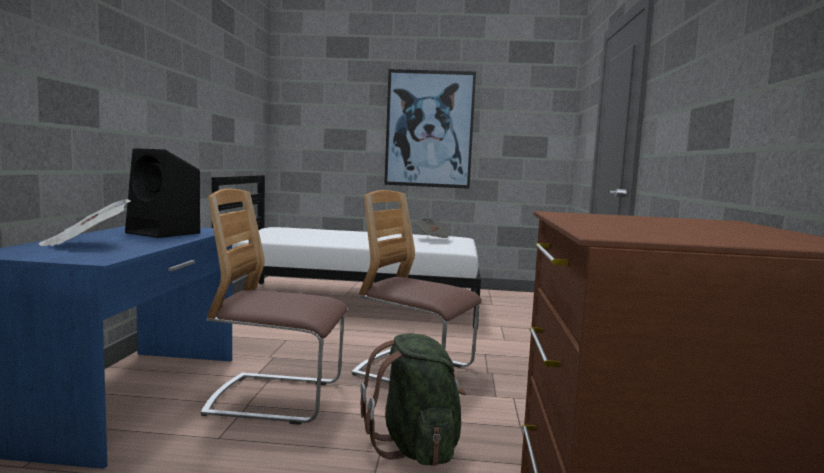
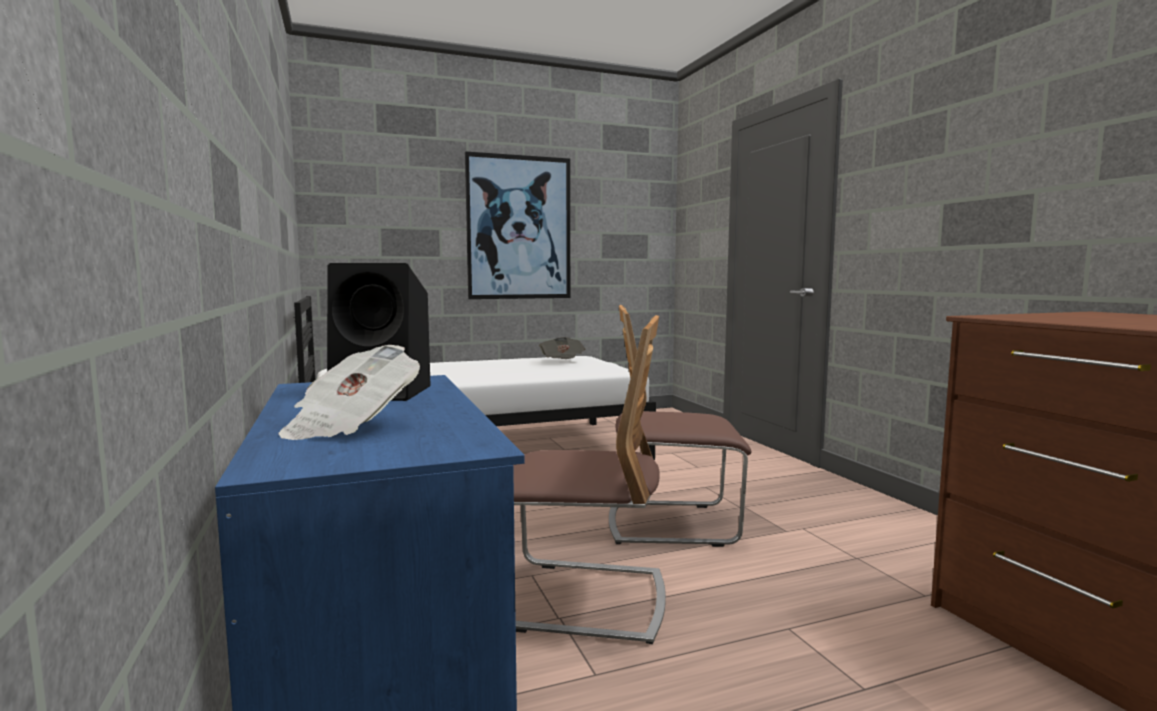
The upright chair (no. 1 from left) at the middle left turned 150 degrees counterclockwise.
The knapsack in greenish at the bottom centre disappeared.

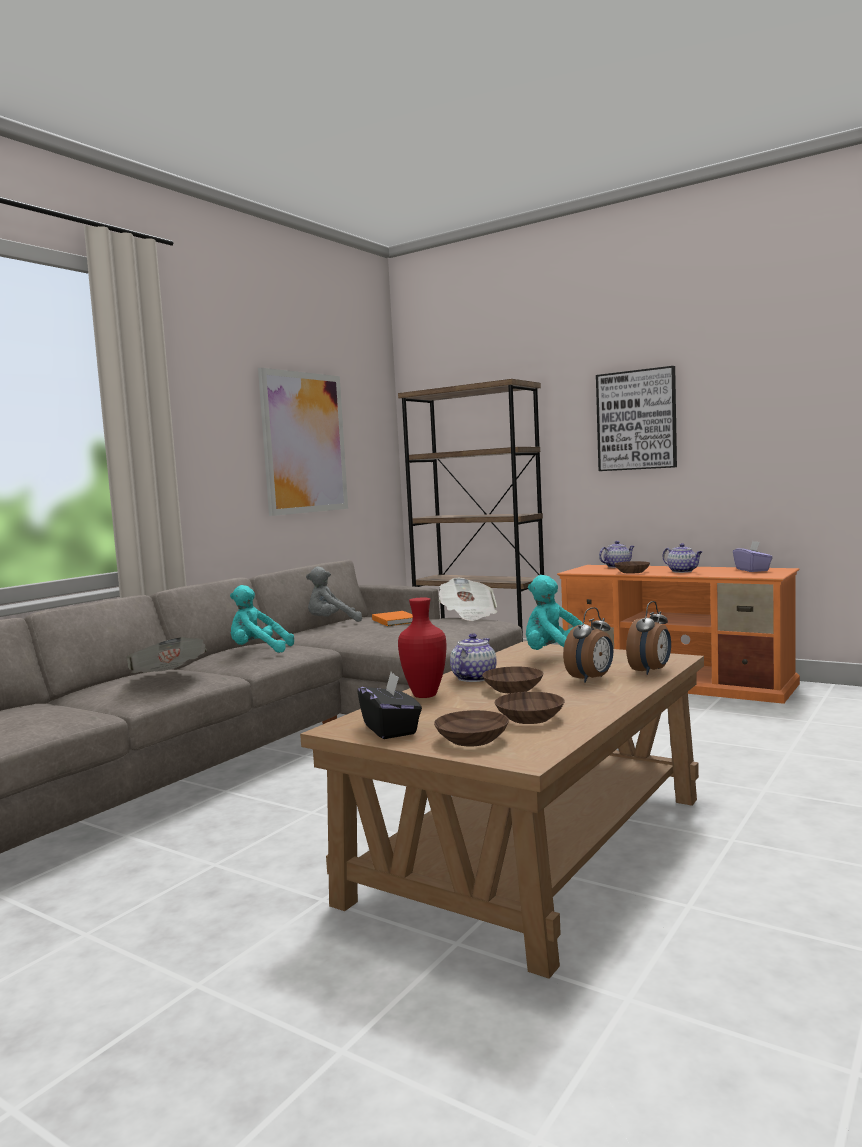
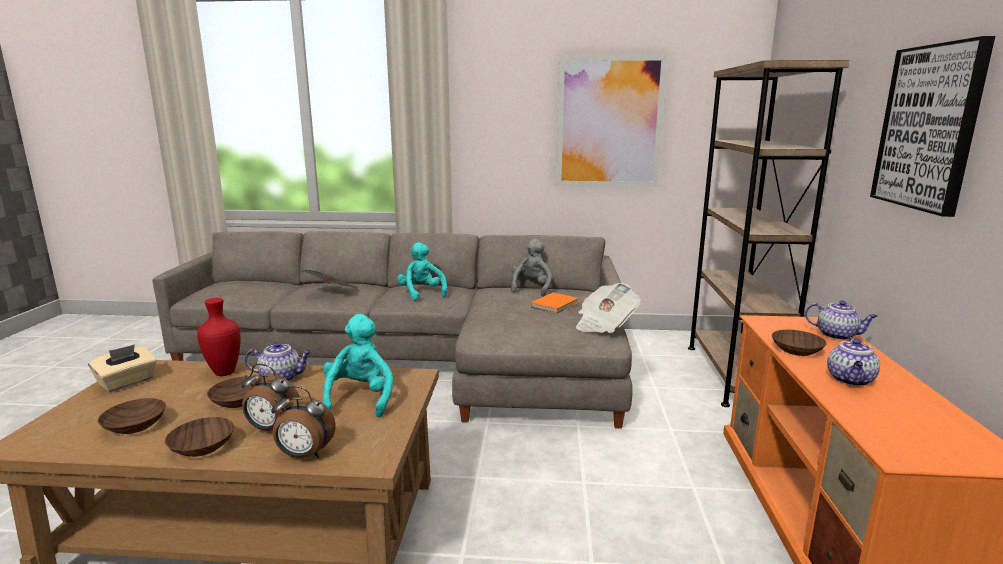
The box of tissues in black at the centre became the box of tissues in beige at the middle left.
The bowl in brown-coloured (no. 1 from left in the first image) moved from the centre to the bottom left.
The cuddly toy in gray at the centre turned 60 degrees clockwise.
The box of tissues in purplish at the middle right disappeared.

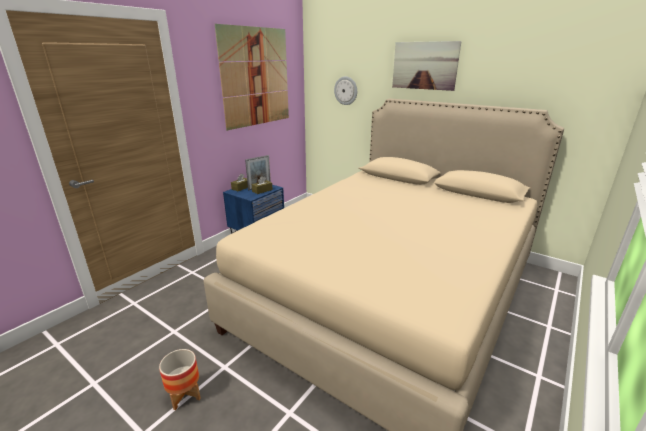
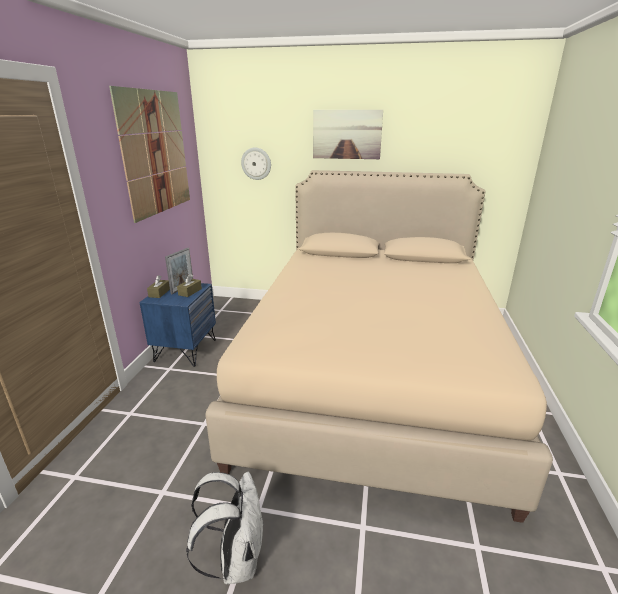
The flower pot at the bottom left was replaced by the knapsack in white-coloured at the bottom centre.

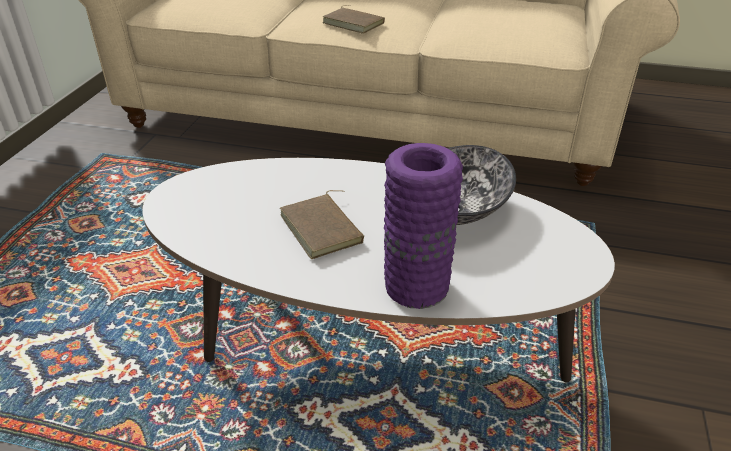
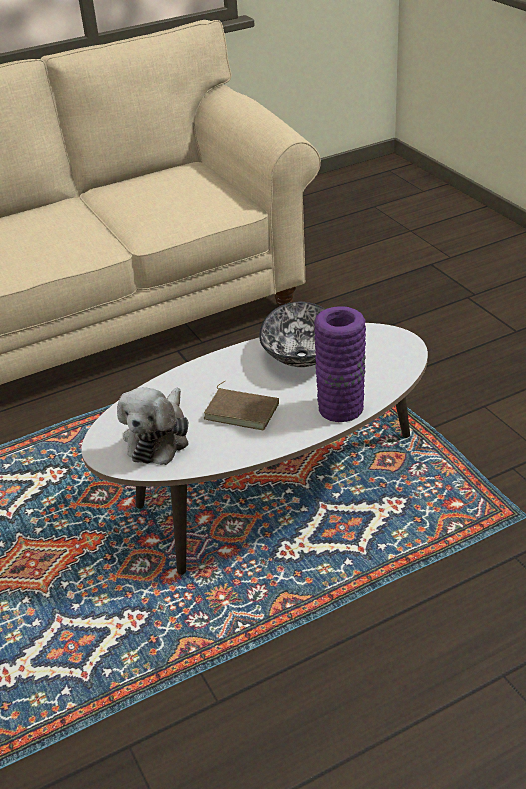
The cuddly toy at the middle left appeared.
The volume in brown-coloured (no. 2 from left) at the top centre disappeared.

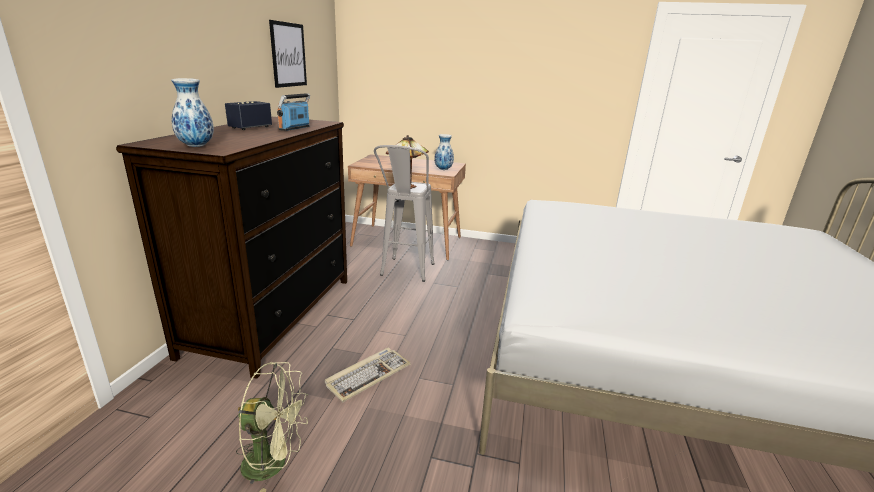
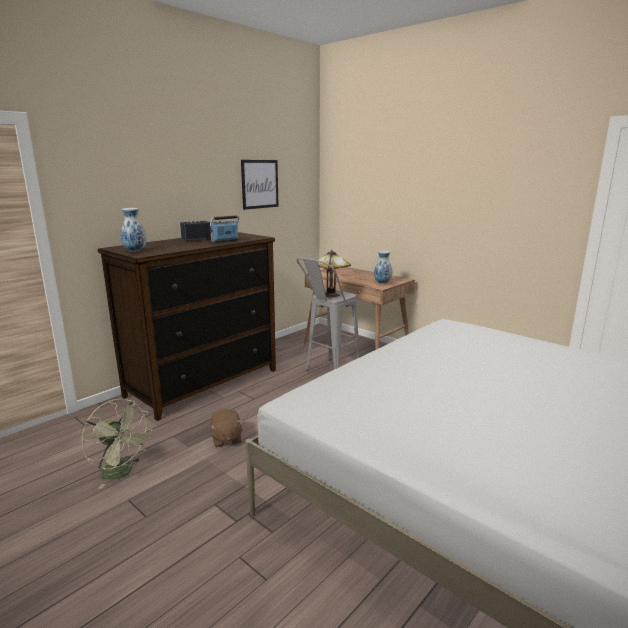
The PC keyboard at the bottom centre was replaced by the cuddly toy in brown-coloured at the bottom centre.

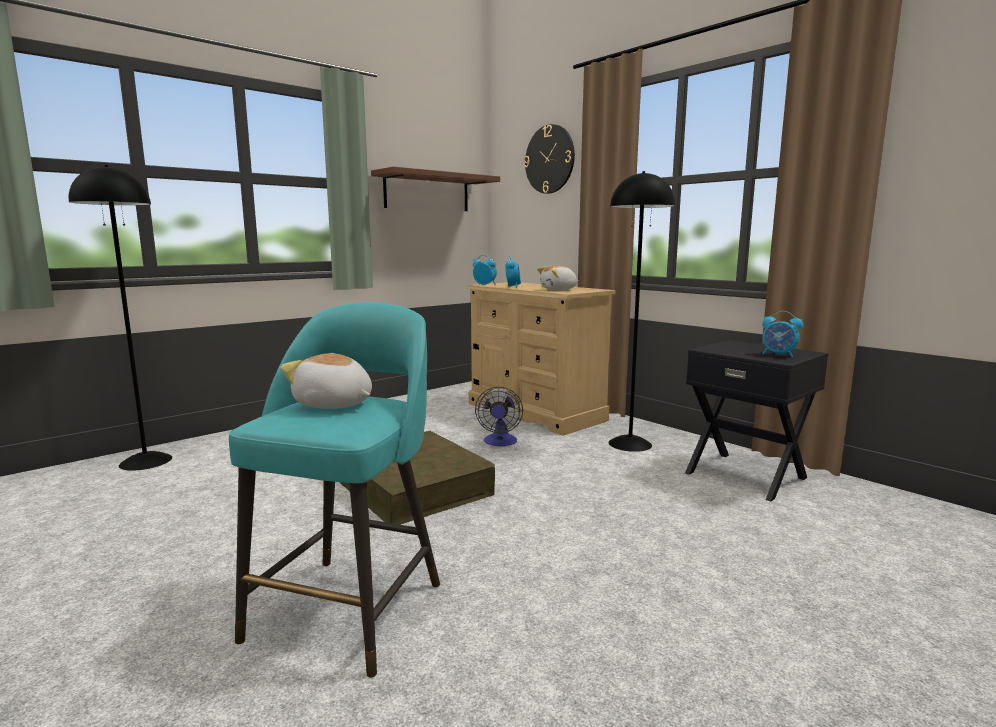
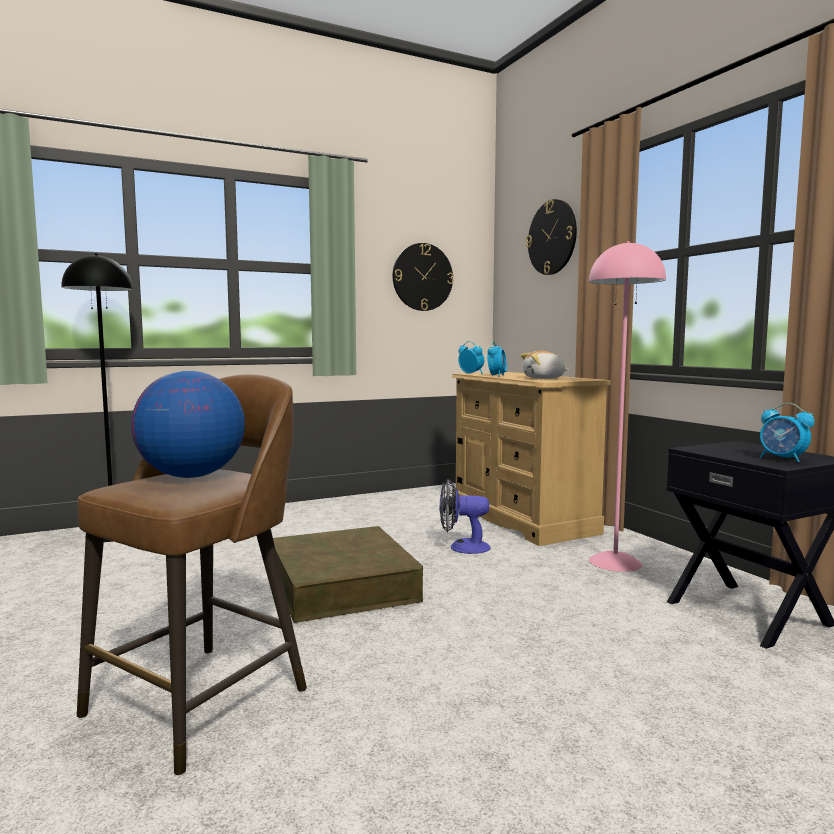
The sitting stool in turquoise-coloured at the bottom centre became the sitting stool in brown-coloured at the bottom left.
The cuddly toy (no. 1 from left) at the middle left was replaced by the world globe at the middle left.
The bracket shelf in brown-coloured at the top centre was replaced by the clock on the wall (no. 1 from left) at the top centre.
The fan at the centre turned 75 degrees clockwise.
The standing lamp in black (no. 2 from left) at the centre became the standing lamp in pink-coloured at the middle right.

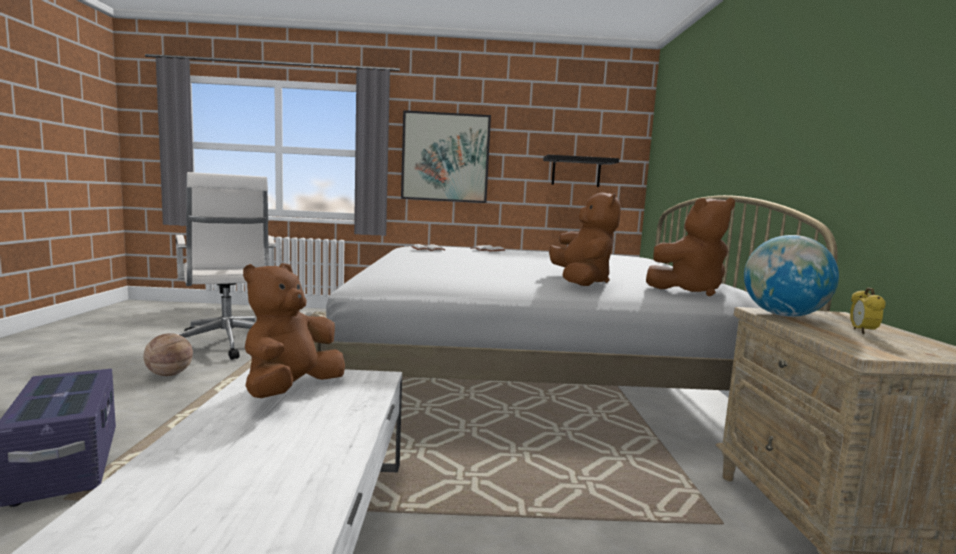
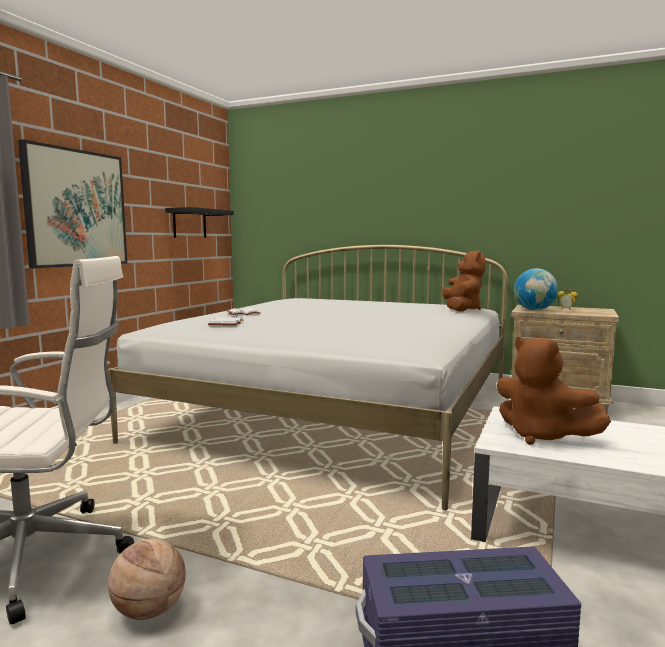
The cuddly toy in brown-coloured (no. 2 from left) at the centre disappeared.

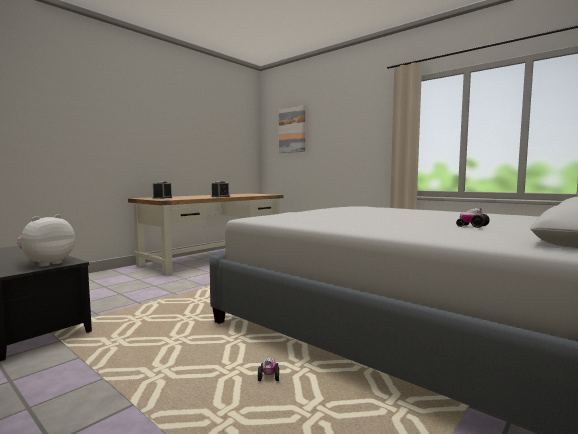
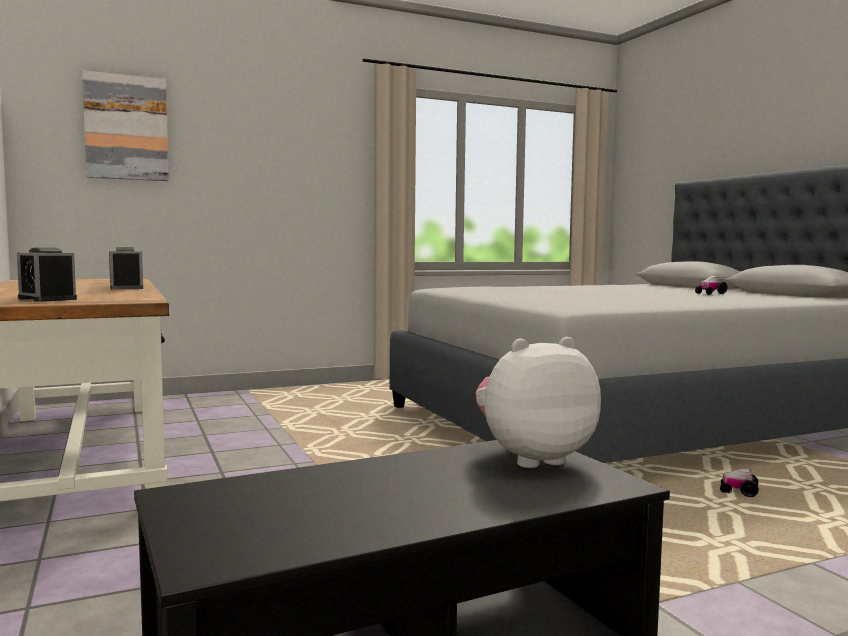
The cuddly toy at the middle left turned 105 degrees clockwise.

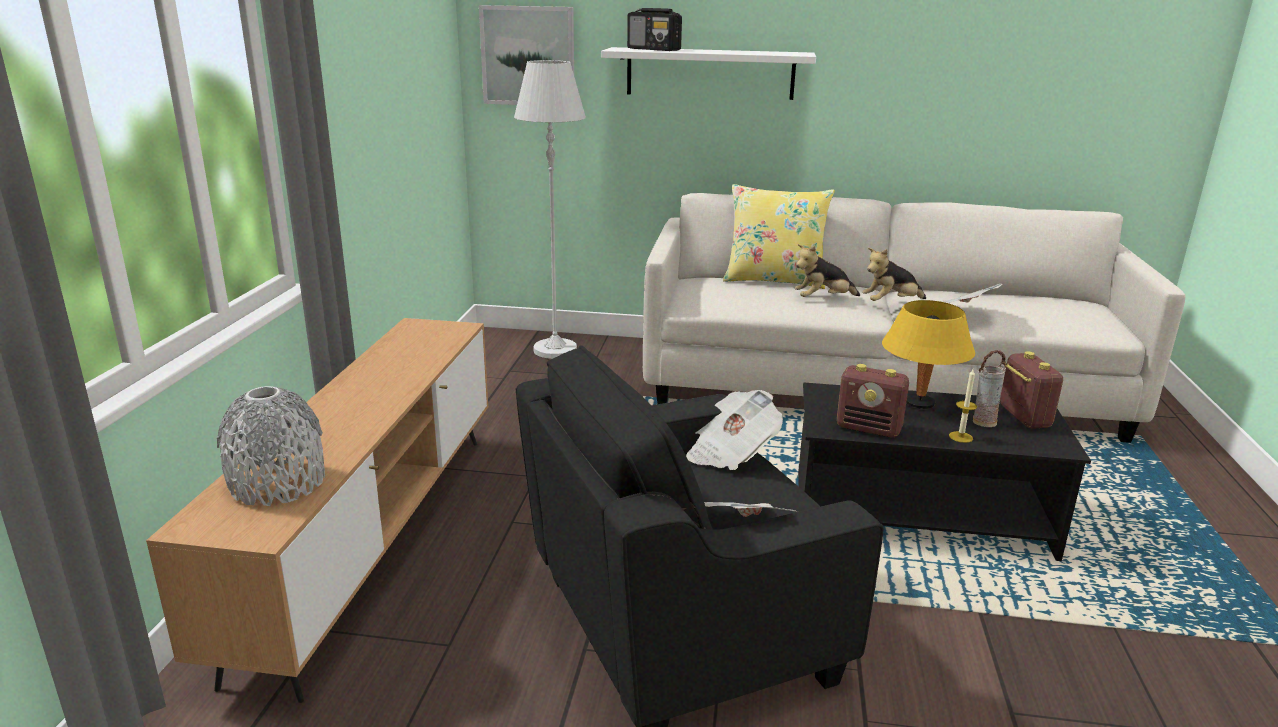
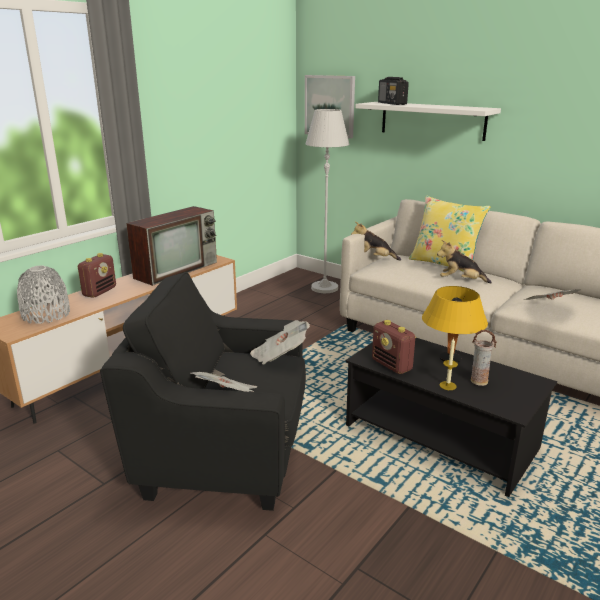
The radio receiver (no. 3 from left in the first image) moved from the middle right to the middle left.
The television at the middle left appeared.
The cuddly toy (no. 2 from left in the first image) moved from the middle right to the centre.

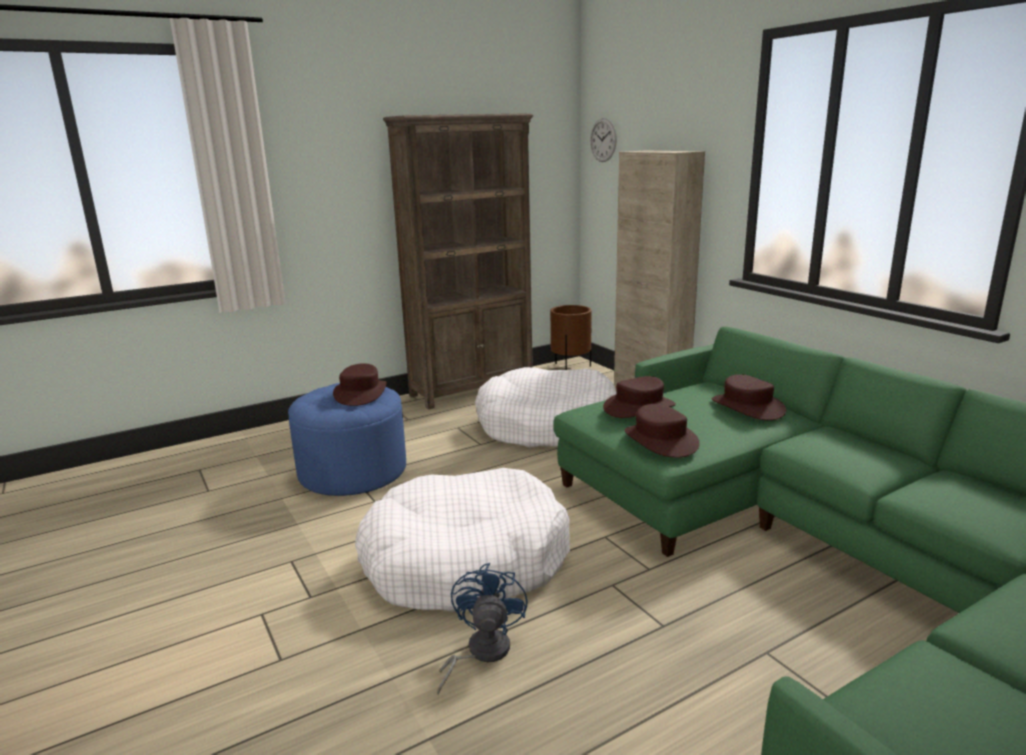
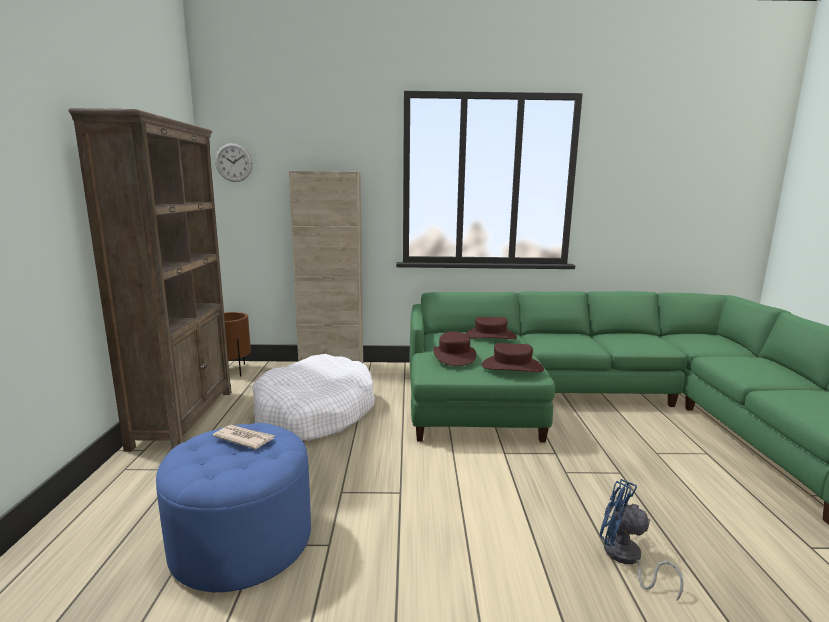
The clothing hat in brown-coloured (no. 1 from left) at the centre was replaced by the newspaper at the bottom left.
The pet bed in white-coloured (no. 1 from left) at the bottom centre disappeared.

